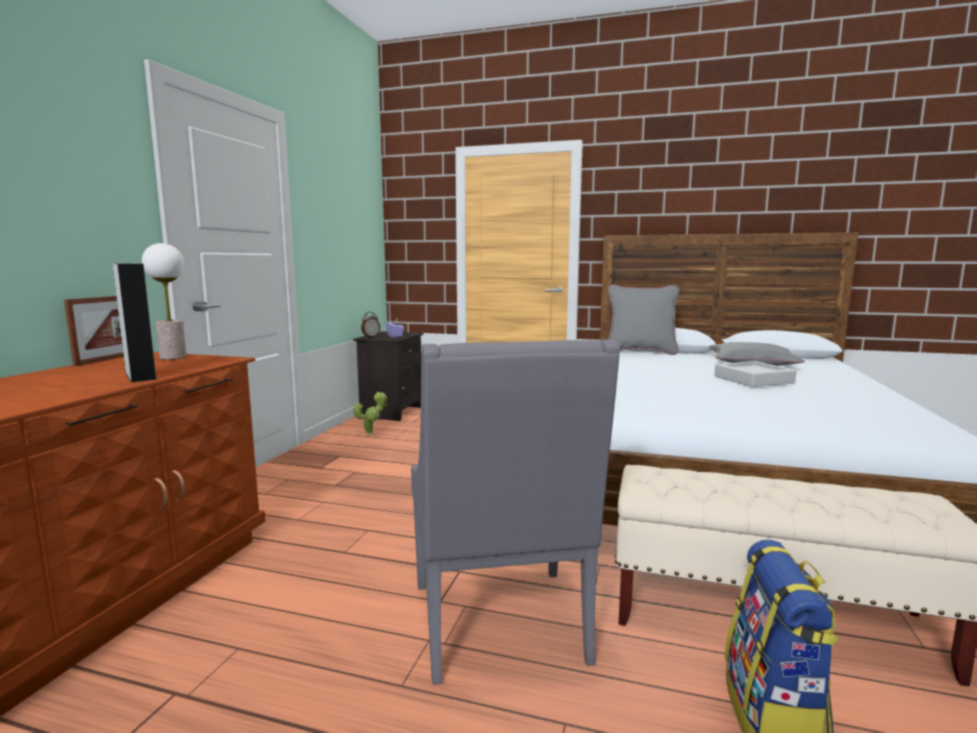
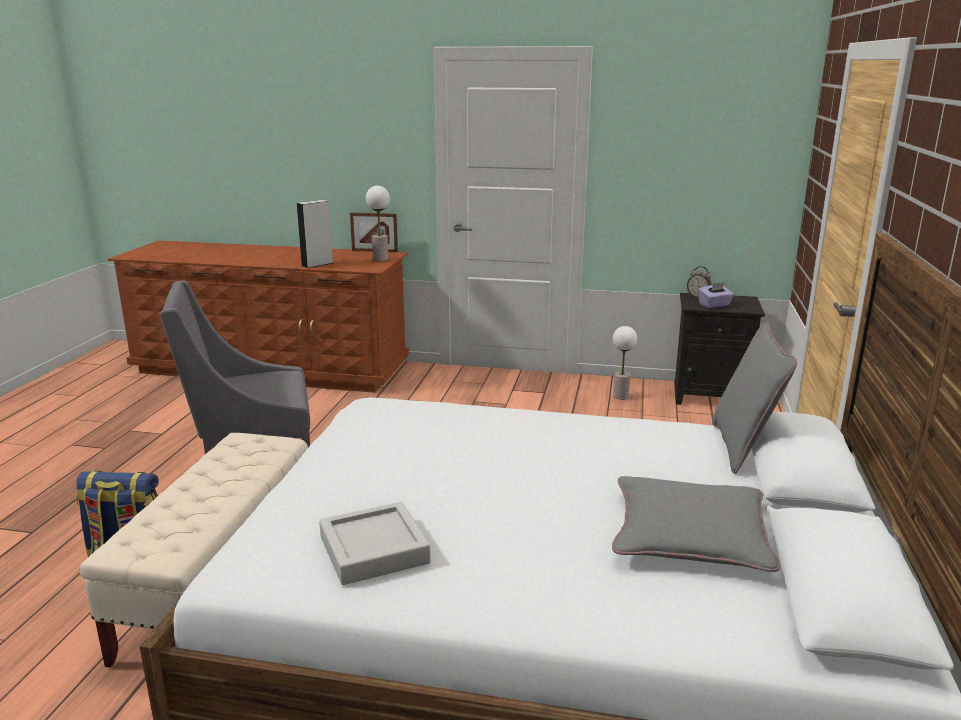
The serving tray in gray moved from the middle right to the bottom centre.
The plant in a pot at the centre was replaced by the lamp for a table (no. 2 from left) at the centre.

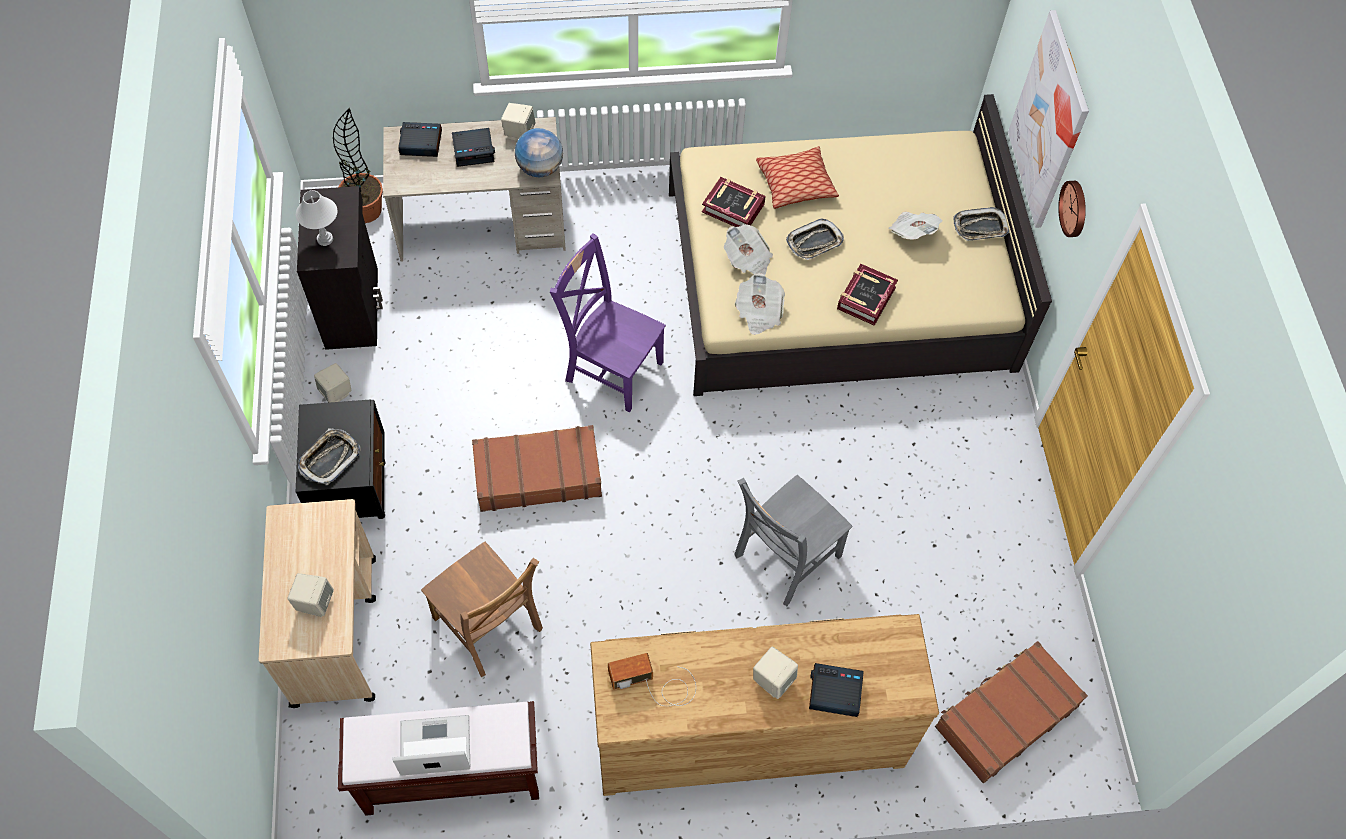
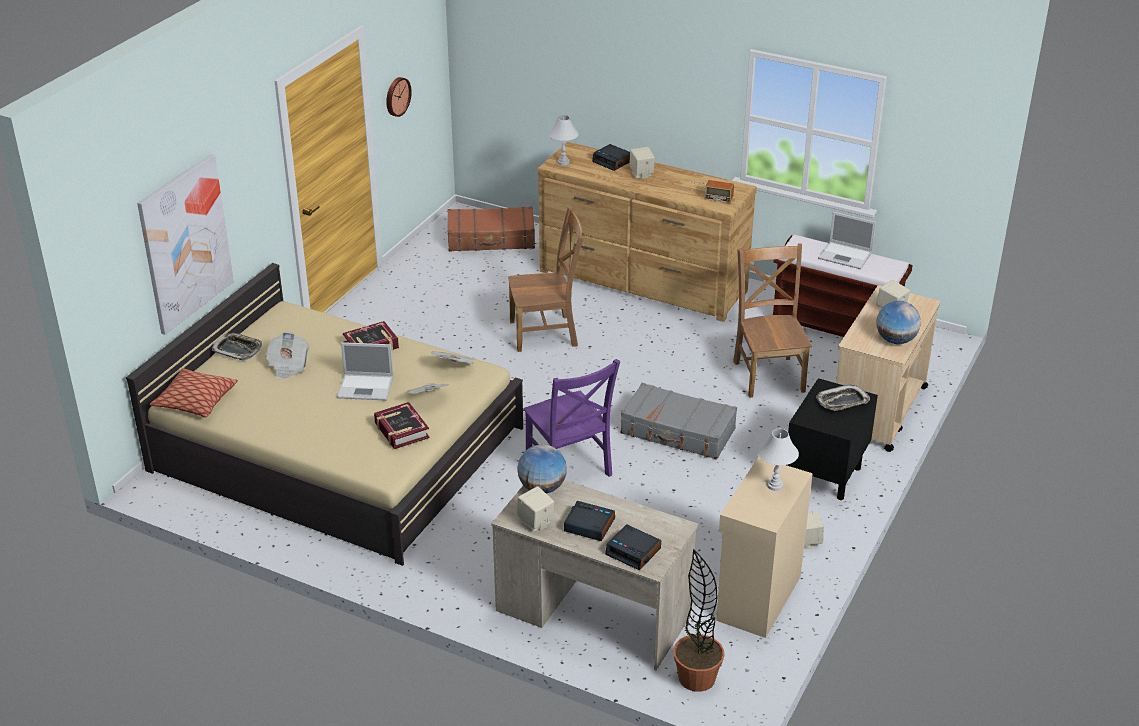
The pillow moved from the top centre to the middle left.
The serving tray (no. 2 from left) at the top centre was replaced by the portable computer (no. 1 from left) at the middle left.
The clock on the wall moved from the top right to the top centre.
The upright chair in gray at the centre became the upright chair in brown-coloured (no. 1 from left) at the centre.
The lamp for a table in white-coloured (no. 1 from left) at the top centre appeared.
The piece of luggage in brown-coloured (no. 1 from left) at the centre became the piece of luggage in gray at the centre.
The cupboard in black at the top left became the cupboard in beige at the bottom right.
The world globe (no. 2 from left) at the middle right appeared.

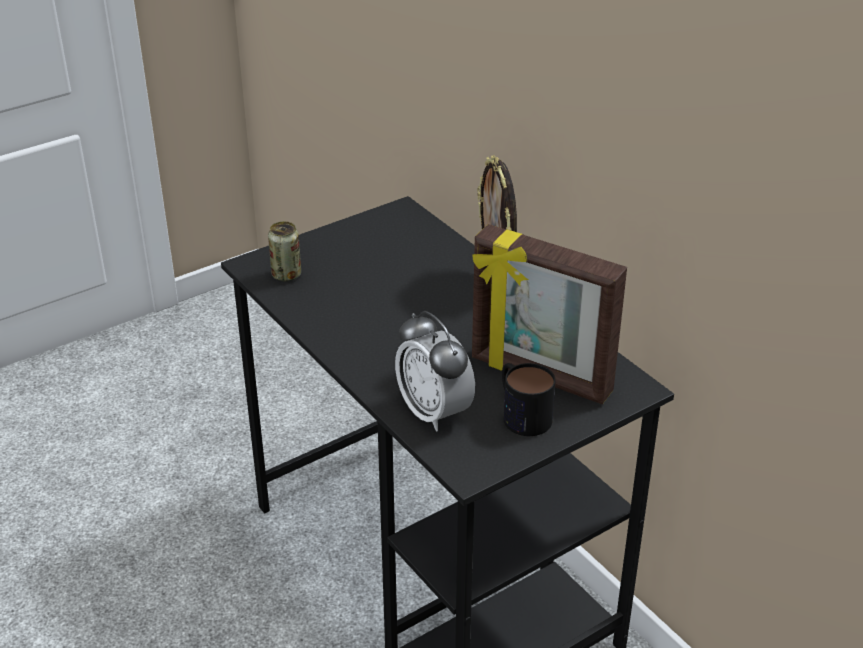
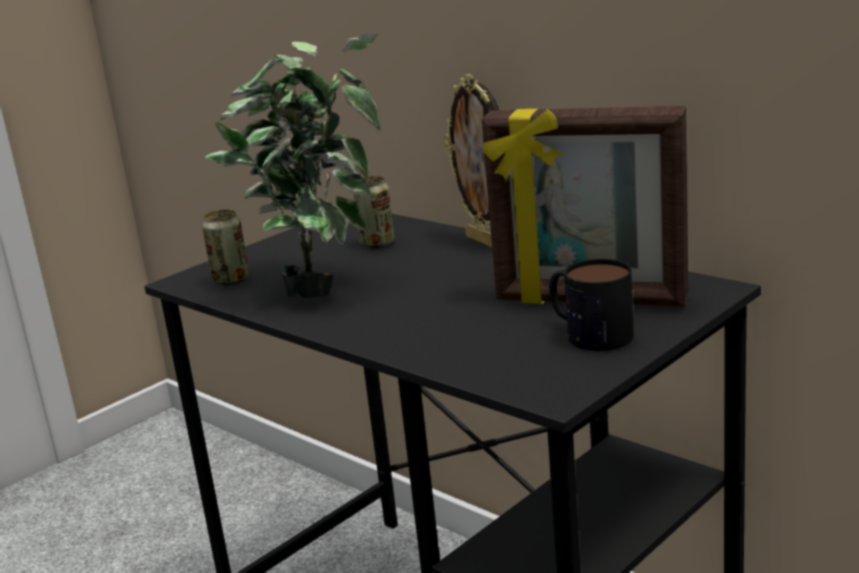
The plant in a pot at the top centre appeared.
The metal can (no. 2 from left) at the centre appeared.
The bedside clock at the centre disappeared.

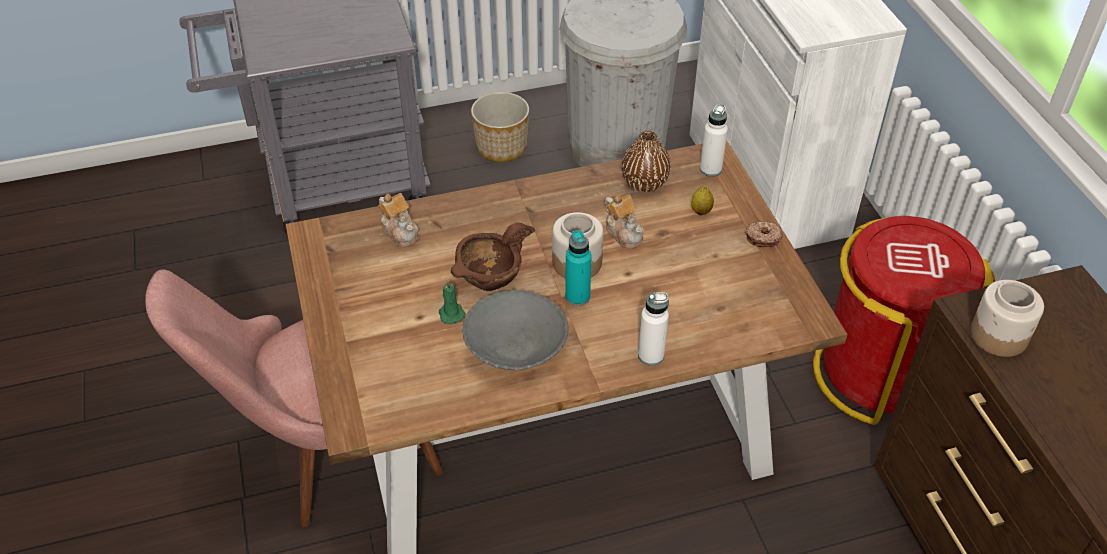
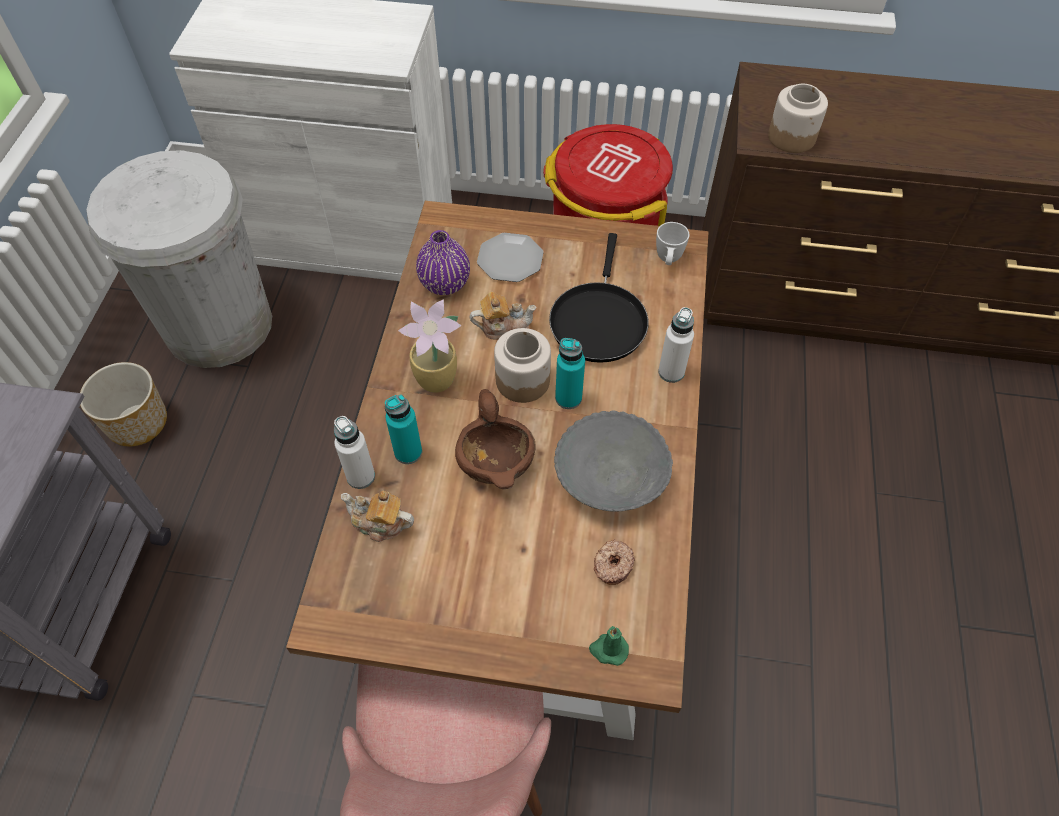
The beverage bottle in white-coloured (no. 2 from left in the first image) moved from the top centre to the centre.
The tea pot (no. 1 from left) at the centre turned 150 degrees counterclockwise.
The beverage bottle in turquoise-coloured (no. 1 from left) at the centre appeared.
The plant in a pot at the centre appeared.
The decorative vase in brown-coloured at the top centre became the decorative vase in purplish at the top centre.
The lemon at the centre was replaced by the dinner plate at the top centre.
The frying pan in black at the centre appeared.
The wax candle in greenish moved from the centre to the bottom centre.
The donut moved from the middle right to the bottom centre.
The tea mug in white-coloured at the top centre appeared.

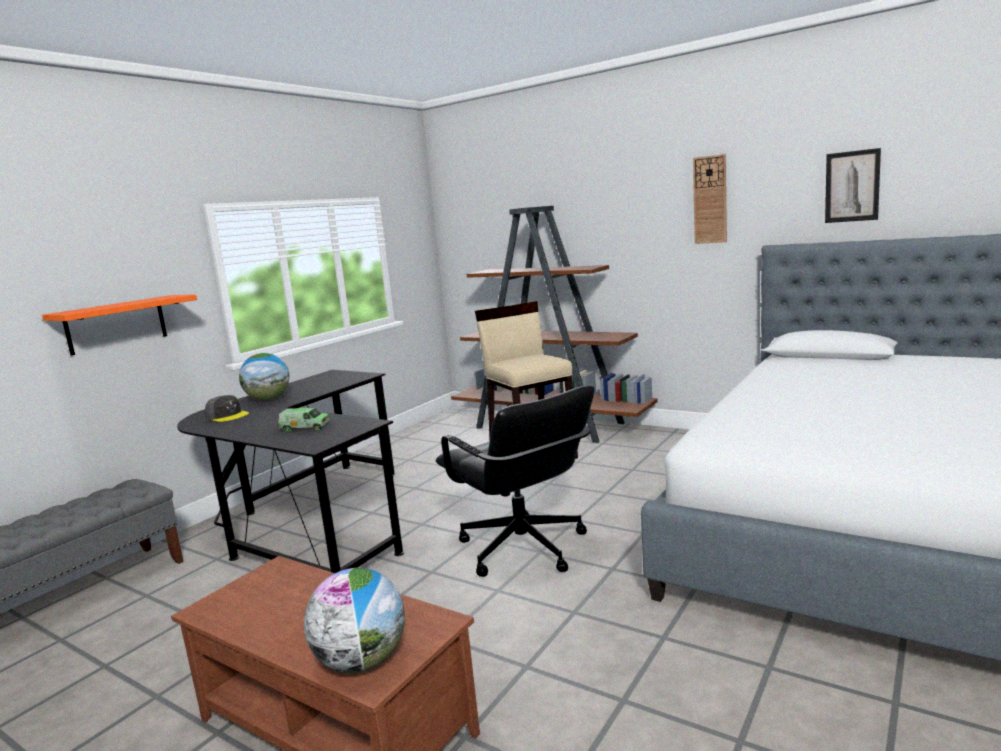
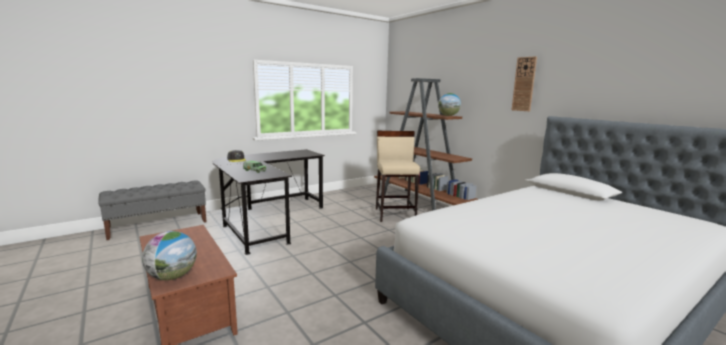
The world globe (no. 1 from left in the first image) moved from the middle left to the top centre.
The bracket shelf in orange at the middle left disappeared.
The computer chair in black at the centre disappeared.
The wall art at the top right disappeared.

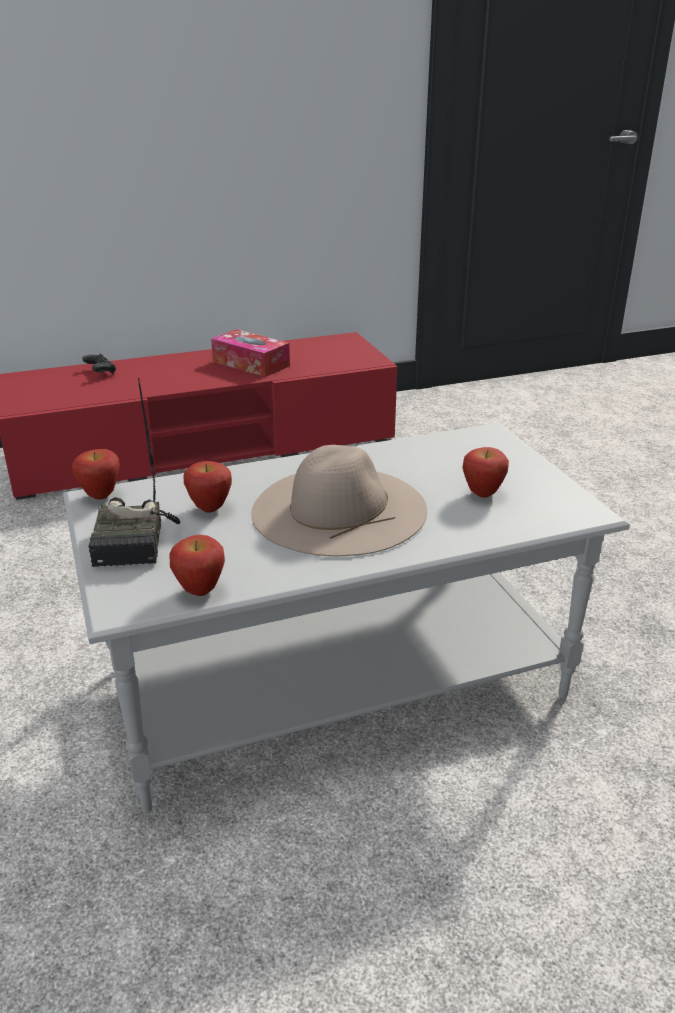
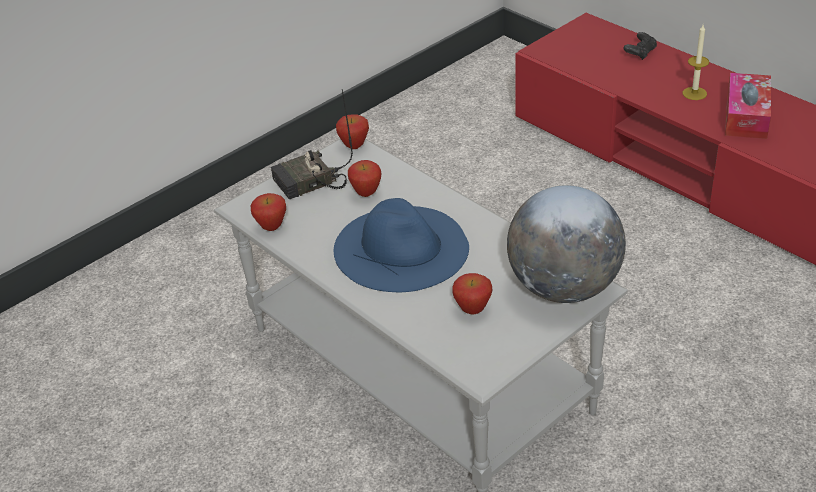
The clothing hat in beige at the centre became the clothing hat in blue at the centre.
The world globe at the middle right appeared.
The wax candle at the top right appeared.

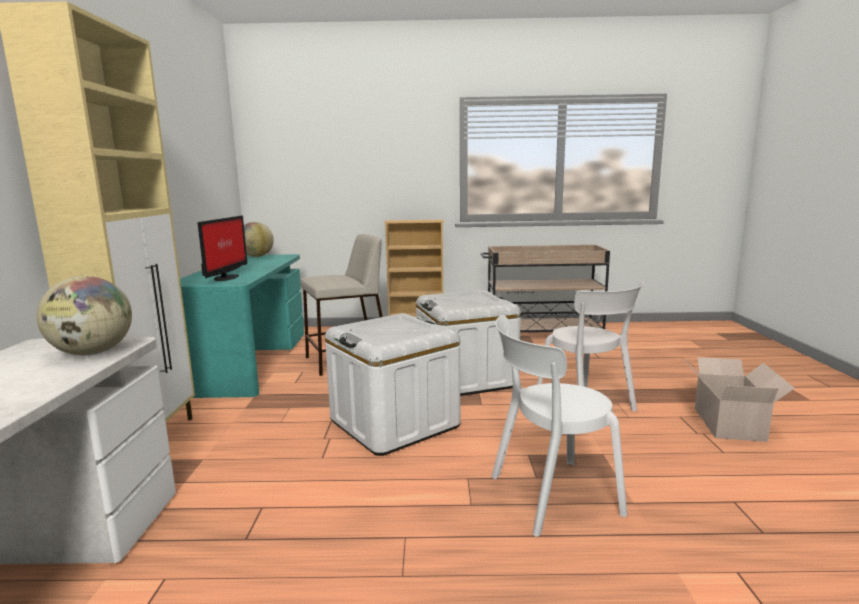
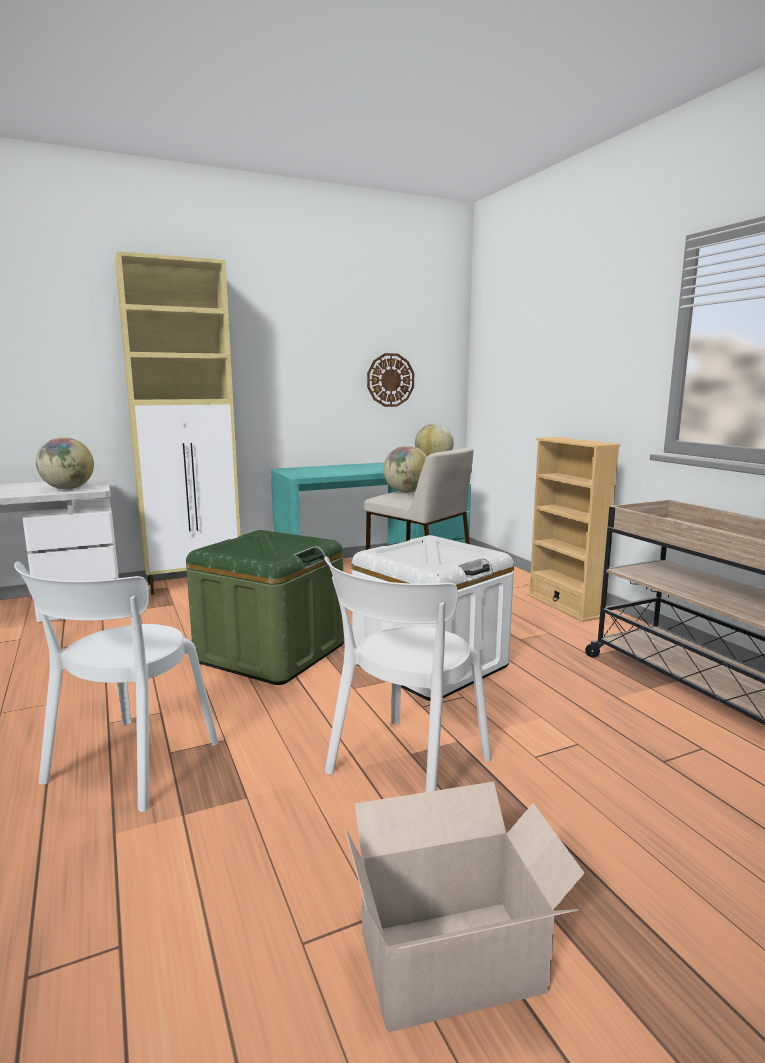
The upright chair in white-coloured (no. 1 from left) at the bottom centre turned 120 degrees counterclockwise.
The storage bin in white-coloured (no. 1 from left) at the centre became the storage bin in greenish at the centre.
The clock on the wall at the centre appeared.
The world globe (no. 2 from left) at the centre appeared.
The monitor at the middle left disappeared.

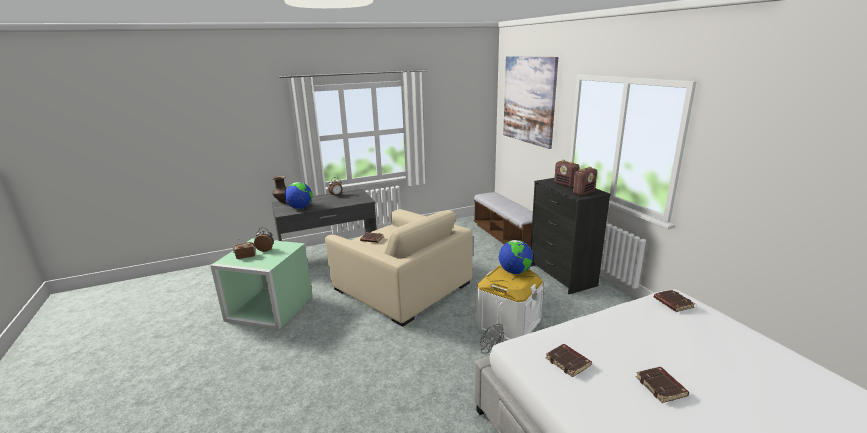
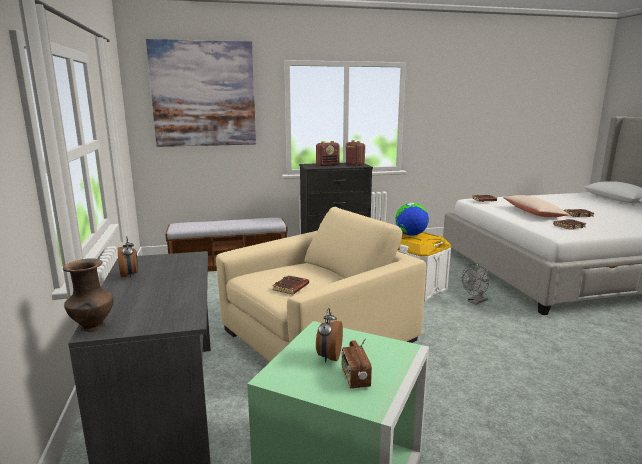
The pillow in beige at the middle right appeared.
The world globe (no. 1 from left) at the centre disappeared.

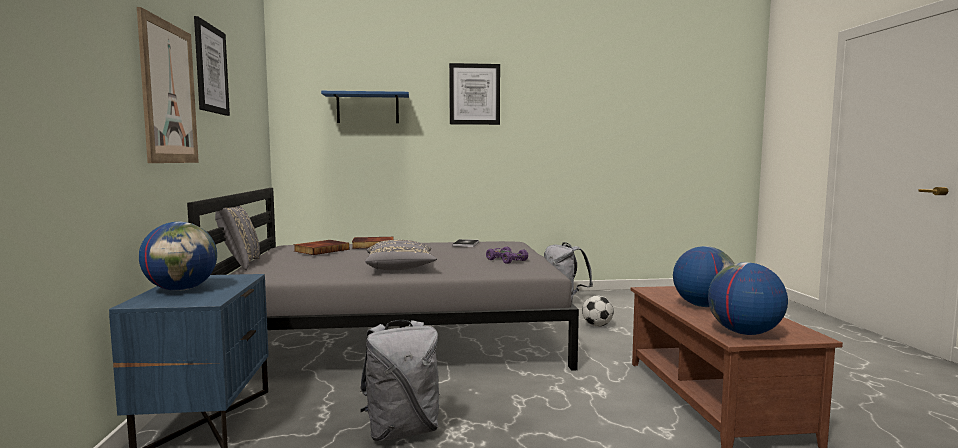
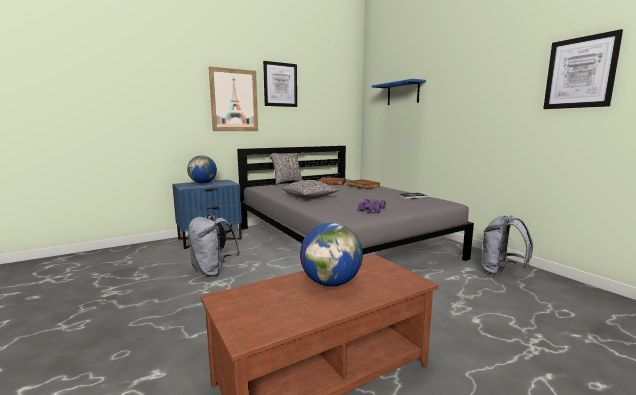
The wall art (no. 3 from left) moved from the top centre to the top right.
The ball for football at the bottom centre disappeared.
The world globe (no. 3 from left) at the middle right disappeared.

